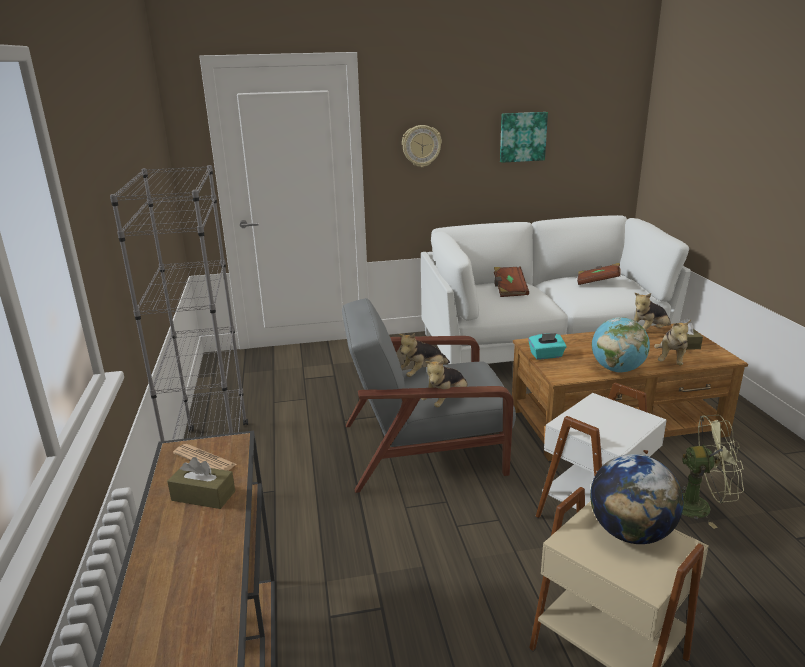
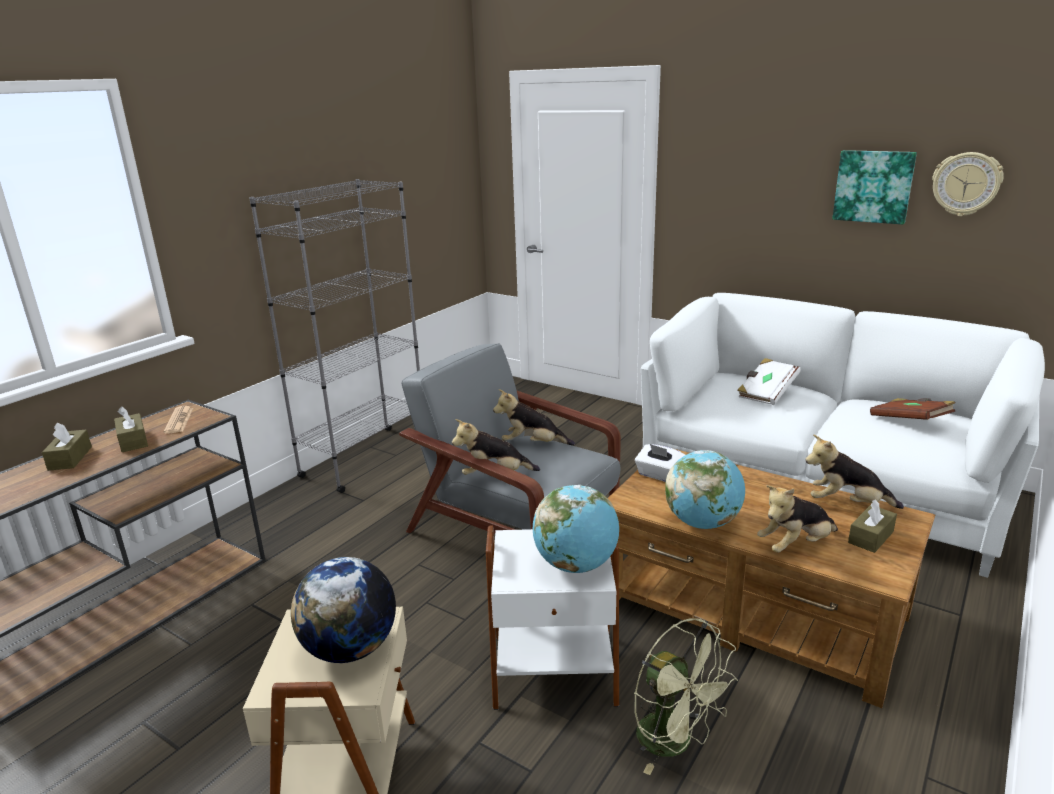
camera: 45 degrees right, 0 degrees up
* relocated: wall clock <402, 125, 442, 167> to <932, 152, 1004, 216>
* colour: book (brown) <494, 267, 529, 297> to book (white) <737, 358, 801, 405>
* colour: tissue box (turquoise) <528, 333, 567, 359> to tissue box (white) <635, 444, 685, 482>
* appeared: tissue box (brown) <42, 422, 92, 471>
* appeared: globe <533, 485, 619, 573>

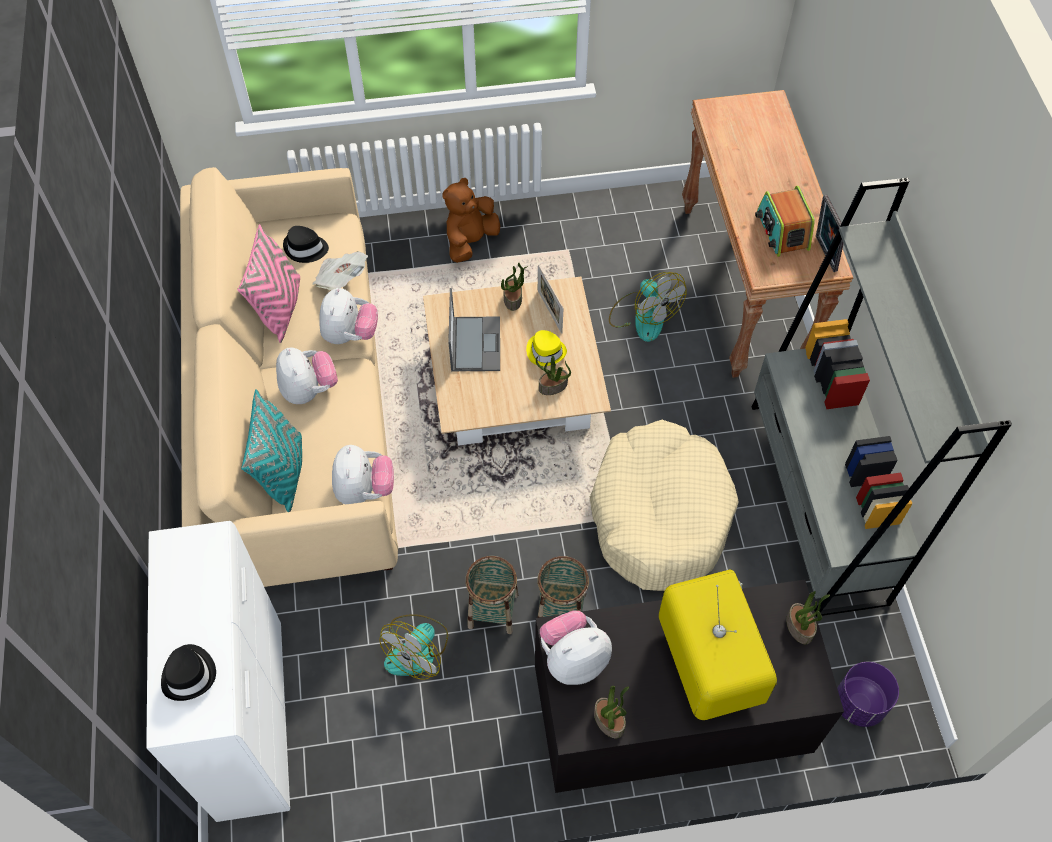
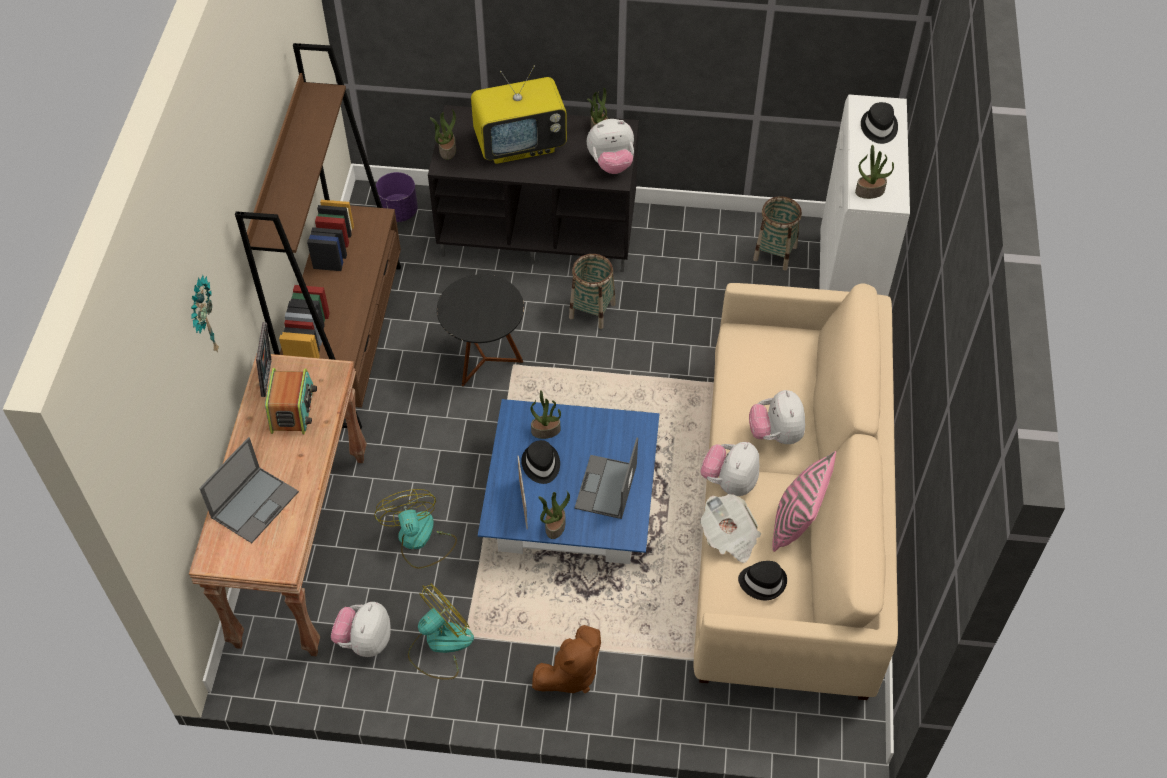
camera: 165 degrees left, 5 degrees down
* missing: pillow (turquoise) <241, 389, 302, 512>
* relocated: plush toy <332, 445, 394, 504> to <331, 602, 391, 657>
* relocated: fan <380, 614, 448, 680> to <408, 584, 474, 680>
* colour: coffee table (beige) <423, 277, 611, 446> to coffee table (blue) <478, 399, 660, 564>
* relocated: basket <466, 556, 518, 634> to <753, 196, 802, 270>
* colour: hat (yellow) <526, 330, 567, 366> to hat (black) <521, 440, 560, 484>
* exchanged: dog bed (beige) <590, 420, 738, 591> to side table (black) <437, 274, 524, 387>
* spun: television <659, 569, 777, 720> = <471, 65, 567, 164> 105 degrees counterclockwise
* colour: bookcase (grey) <751, 178, 1012, 617> to bookcase (brown) <235, 43, 401, 429>
* appeared: wall clock <191, 275, 219, 353>
* appeared: laptop <199, 437, 299, 543>
* appeared: potted plant <855, 145, 894, 199>

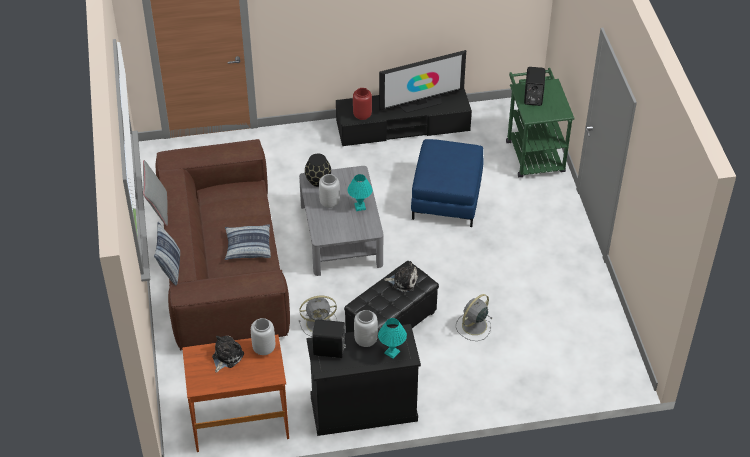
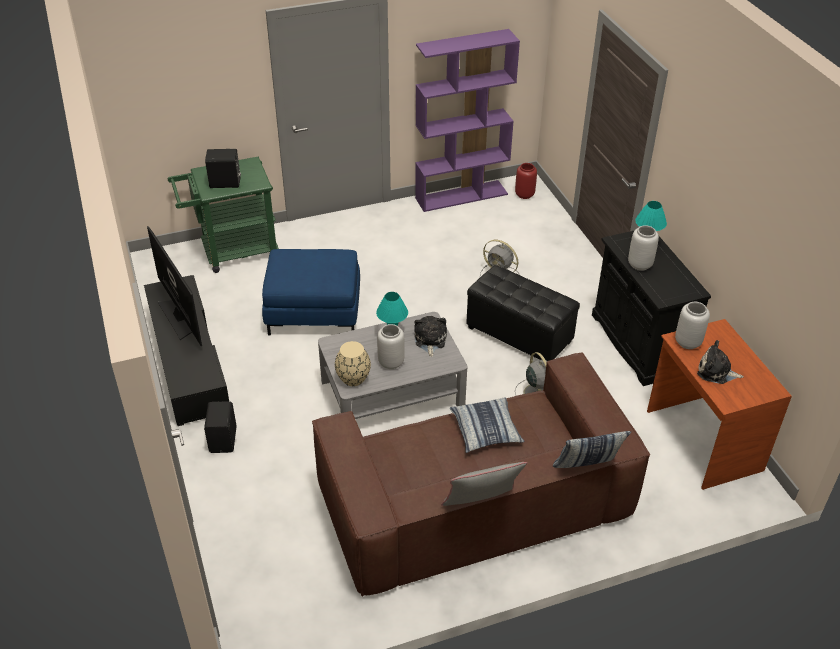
camera: 100 degrees left, 5 degrees down
* colour: vase (black) <305, 154, 331, 187> to vase (beige) <335, 341, 371, 386>
* relocated: speaker (black) <312, 319, 346, 358> to <204, 401, 237, 453>
* relocated: vase (red) <353, 88, 372, 120> to <515, 163, 537, 199>
* relocated: plush toy <384, 261, 418, 292> to <414, 316, 447, 357>
* appeared: bookcase (purple) <415, 29, 520, 212>

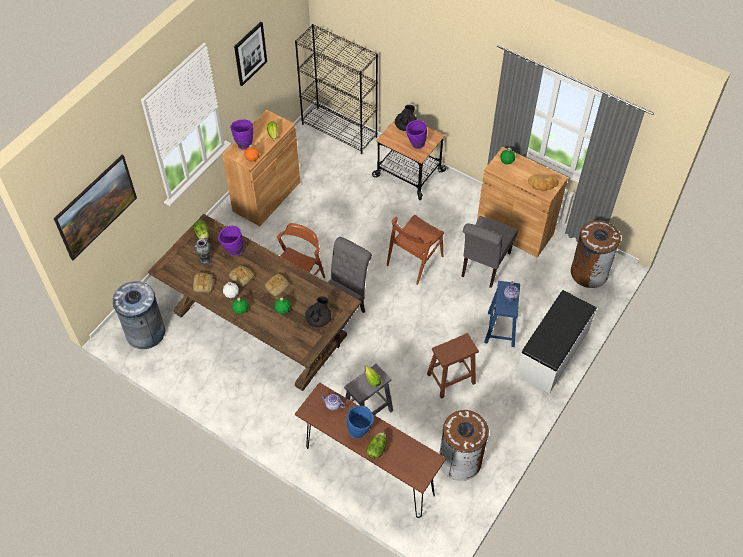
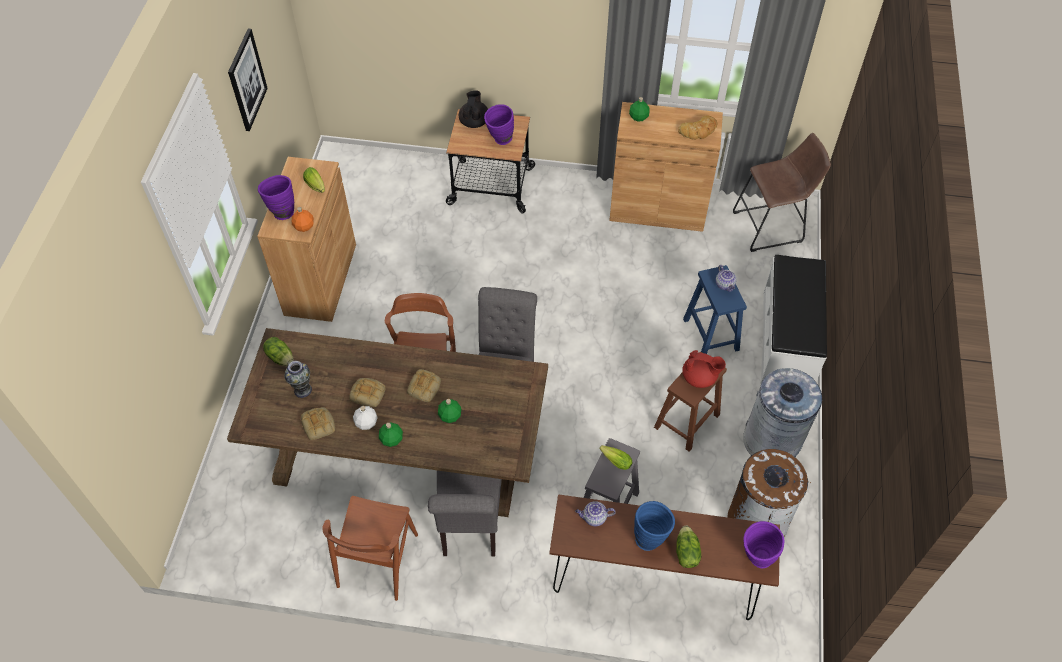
camera: 25 degrees left, 0 degrees up
* missing: picture <54, 155, 137, 260>
* relocated: trash can (grey) <112, 281, 165, 349> to <743, 368, 822, 457>
* relocated: vase (purple) <218, 226, 243, 256> to <744, 521, 784, 568>
* missing: bookcase (black) <295, 24, 378, 154>
* missing: teapot (black) <305, 296, 331, 327>
* relocated: chair (brown) <387, 215, 444, 285> to <322, 496, 418, 601>
* relocated: chair (grey) <461, 216, 518, 288> to <428, 470, 502, 557>
* exchanged: trash can (brown) <571, 220, 621, 288> to stool (brown) <733, 133, 831, 252>
* appeared: teapot (red) <682, 350, 726, 388>

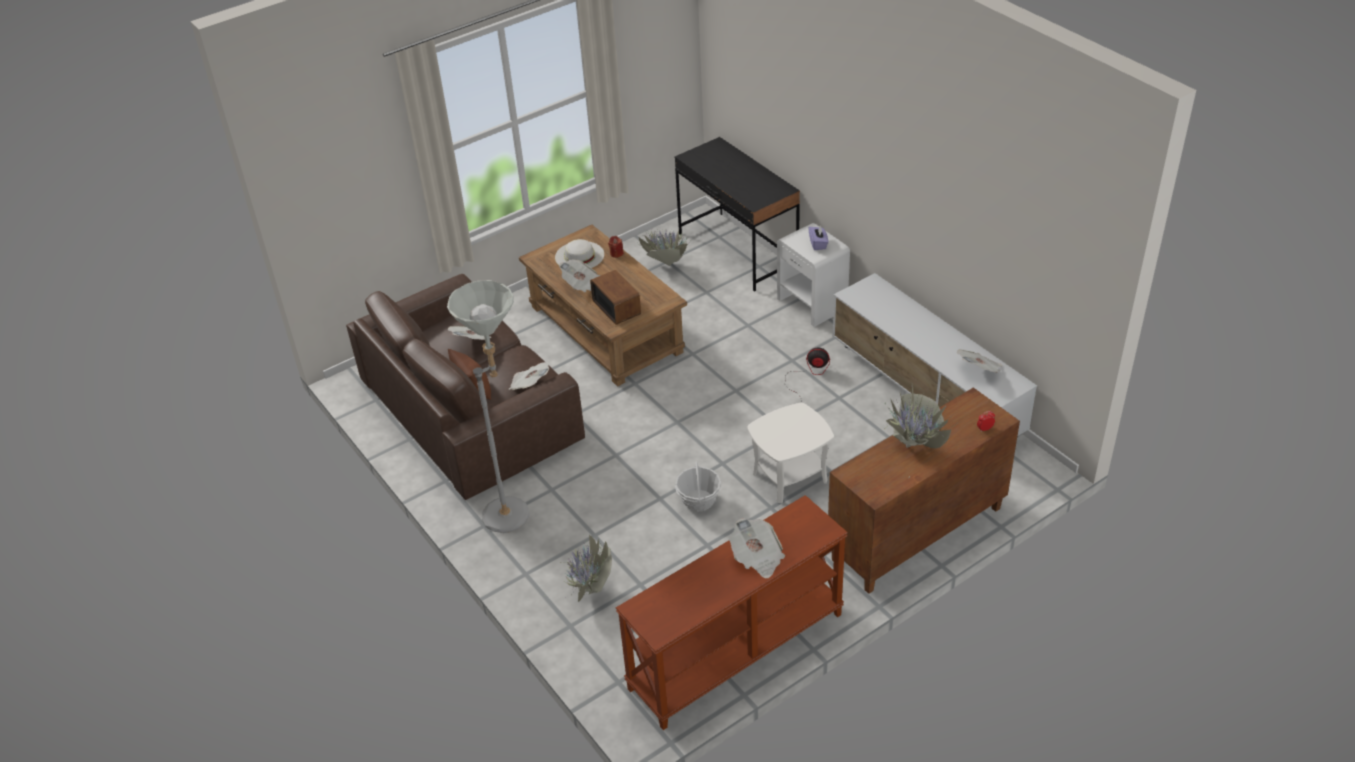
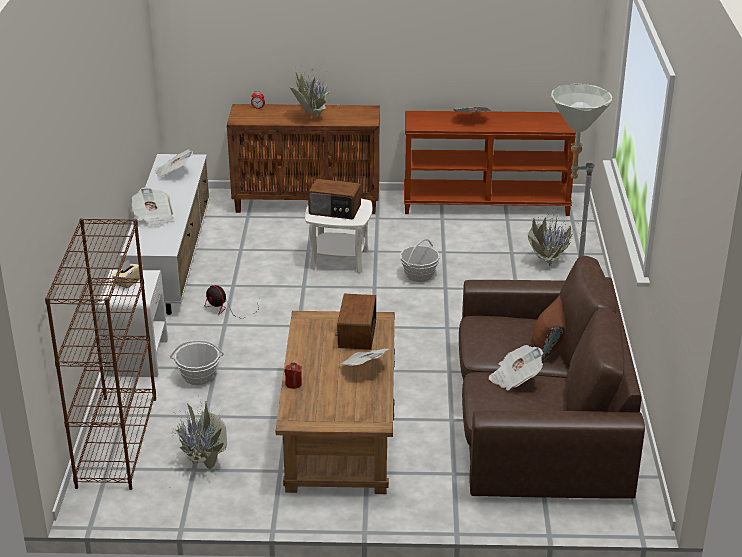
camera: 145 degrees left, 10 degrees down
* relocated: newspaper <508, 362, 550, 390> to <132, 187, 174, 229>
* missing: hat (white) <555, 239, 604, 268>
* exchanged: desk (black) <675, 137, 800, 291> to bookcase (brown) <45, 218, 156, 490>
* colour: tissue box (purple) <808, 225, 829, 250> to tissue box (beige) <112, 259, 143, 288>
* appeared: basket <170, 340, 223, 385>
* appeared: radio <308, 179, 361, 219>

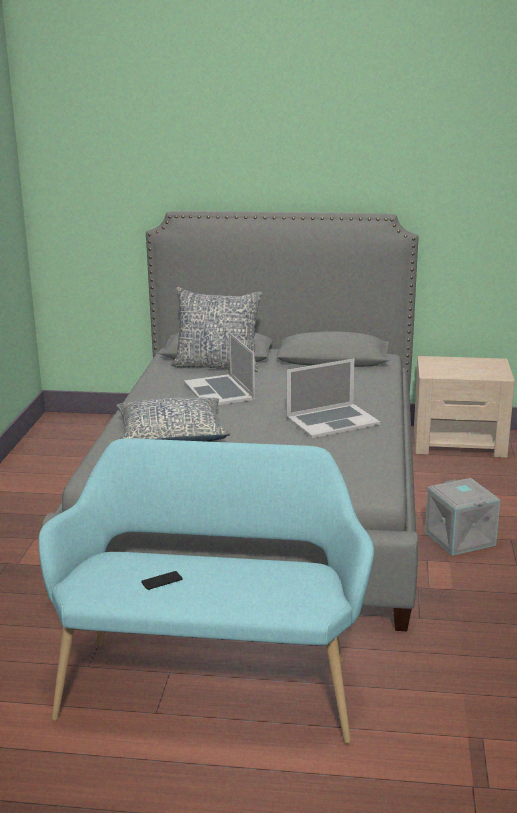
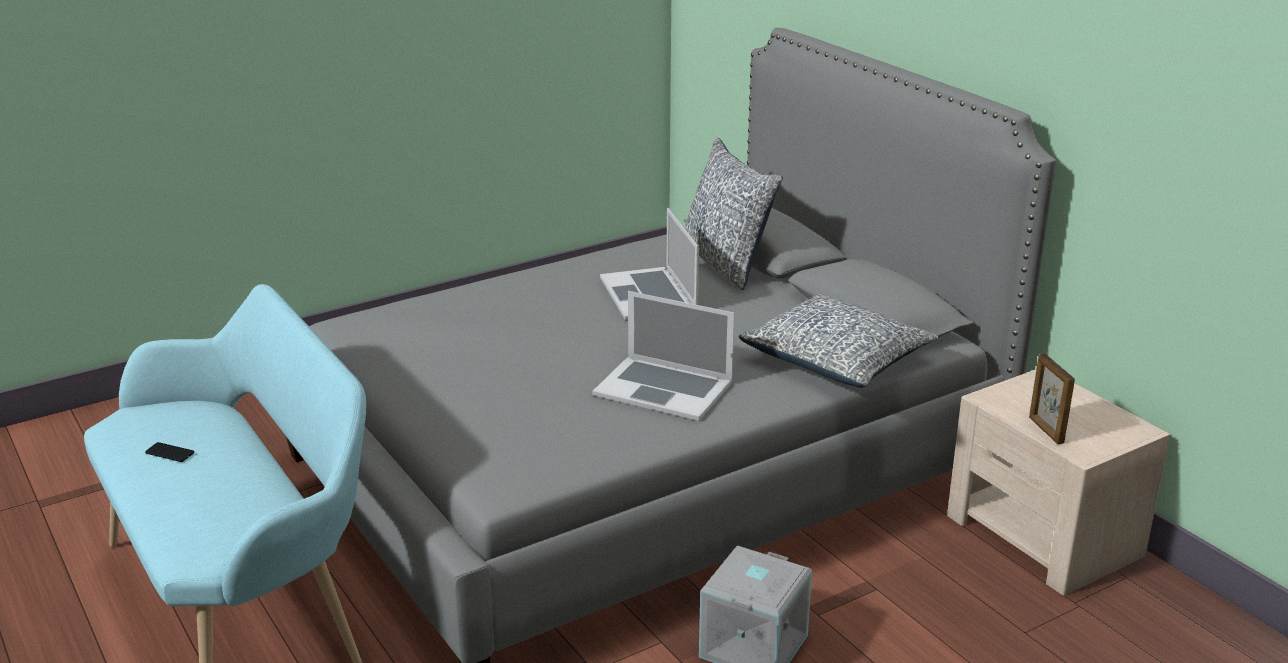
camera: 50 degrees right, 5 degrees up
* relocated: pillow <116, 397, 230, 442> to <739, 293, 939, 388>
* spun: laptop <184, 332, 255, 405> = <600, 208, 699, 320> 45 degrees counterclockwise
* appeared: picture frame <1029, 354, 1075, 444>

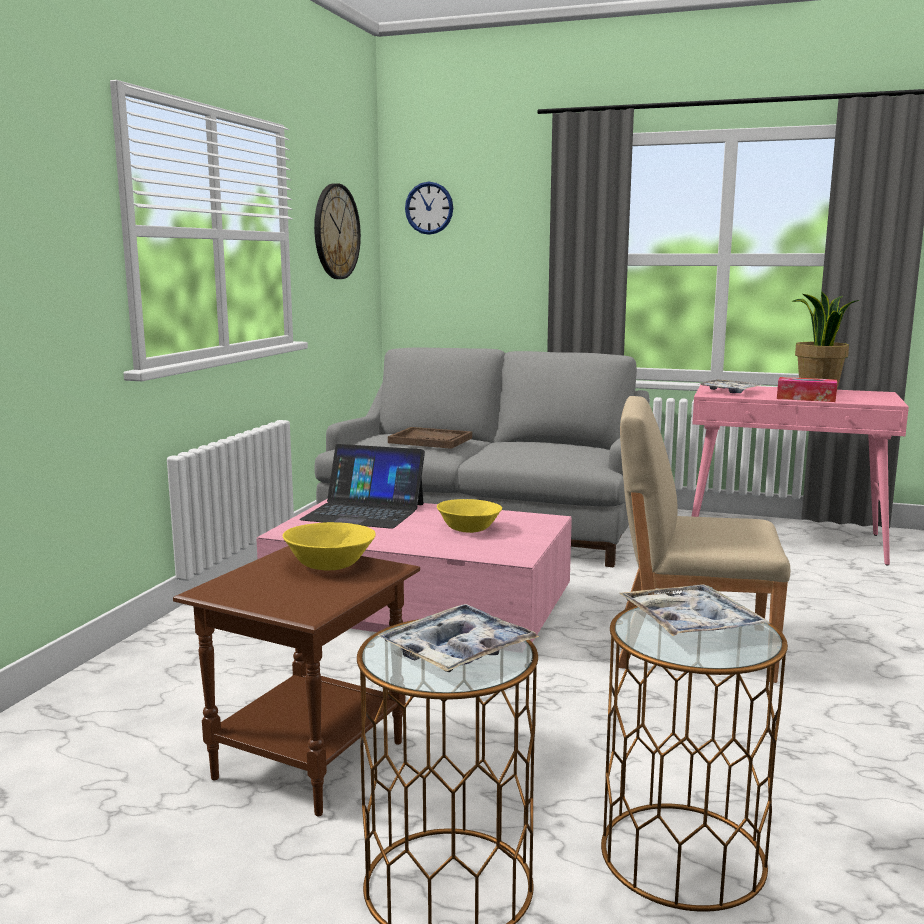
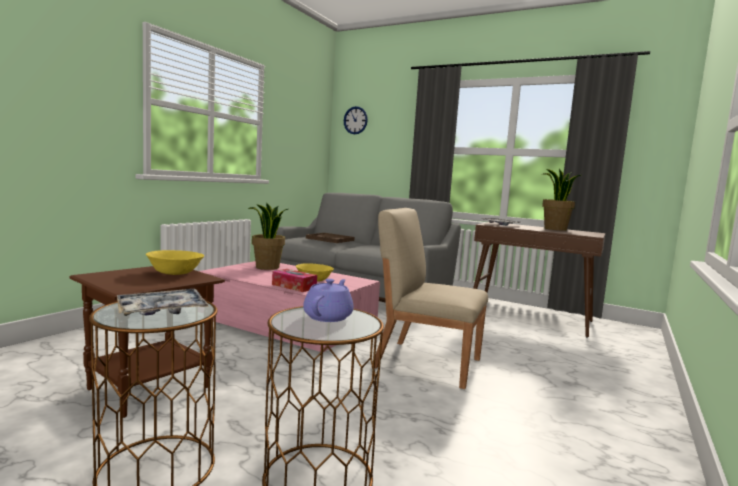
camera: 10 degrees right, 5 degrees down
* exchanged: laptop <300, 444, 425, 529> to potted plant <248, 203, 288, 270>
* missing: wall clock <314, 183, 361, 279>
* exchanged: tray <619, 585, 771, 636> to teapot (purple) <303, 279, 354, 322>
* colour: console table (pink) <691, 384, 909, 566> to console table (brown) <473, 222, 606, 338>
* relocated: tissue box <777, 377, 837, 402> to <272, 269, 317, 292>

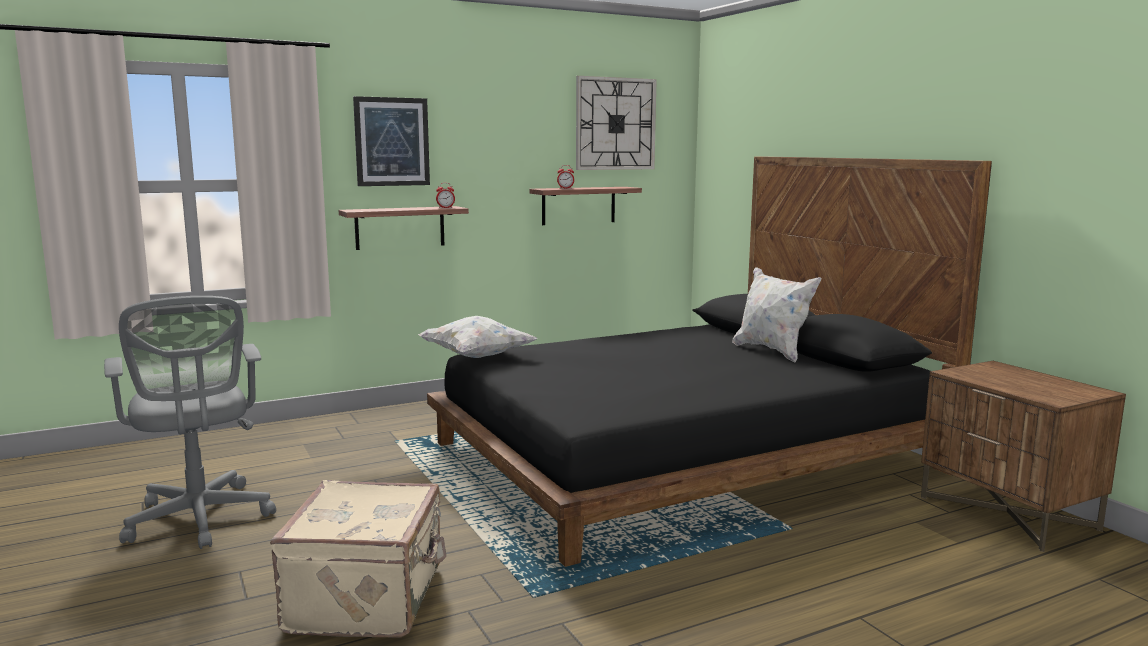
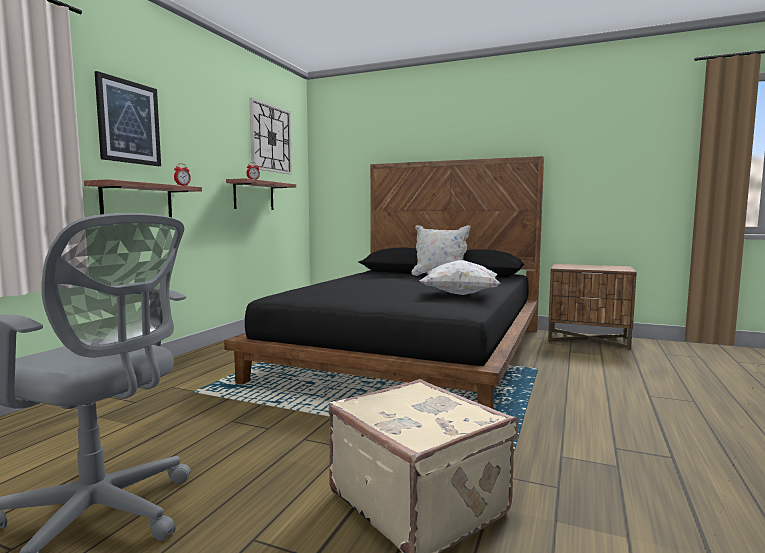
camera: 40 degrees left, 5 degrees down
* relocated: pillow (white) <418, 316, 537, 358> to <419, 260, 500, 295>

